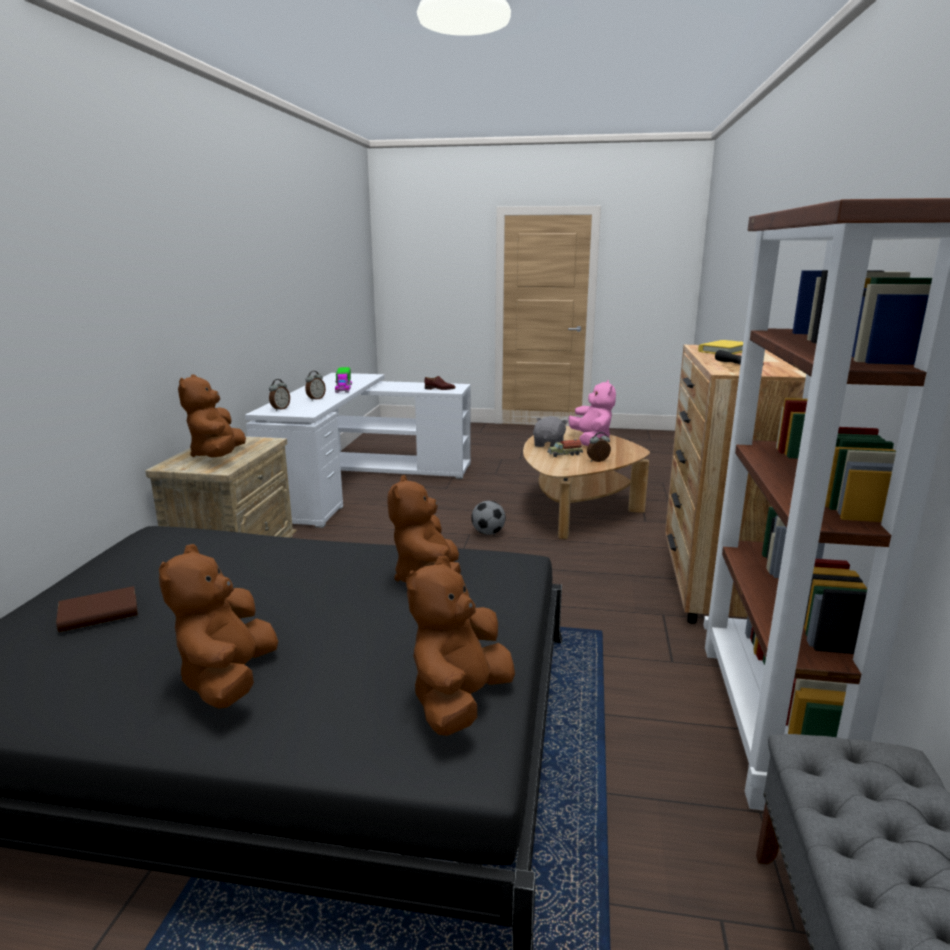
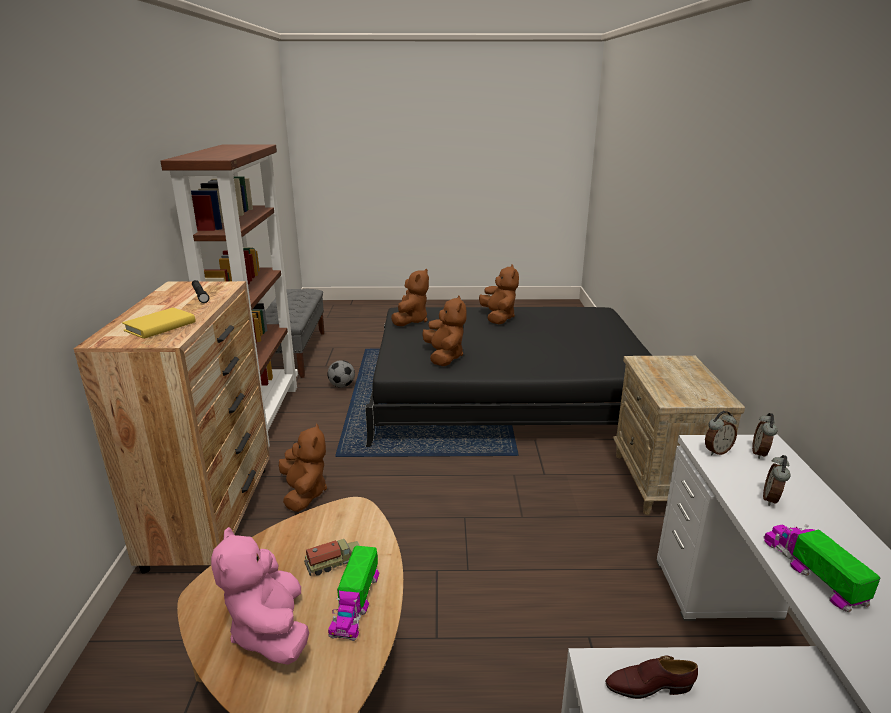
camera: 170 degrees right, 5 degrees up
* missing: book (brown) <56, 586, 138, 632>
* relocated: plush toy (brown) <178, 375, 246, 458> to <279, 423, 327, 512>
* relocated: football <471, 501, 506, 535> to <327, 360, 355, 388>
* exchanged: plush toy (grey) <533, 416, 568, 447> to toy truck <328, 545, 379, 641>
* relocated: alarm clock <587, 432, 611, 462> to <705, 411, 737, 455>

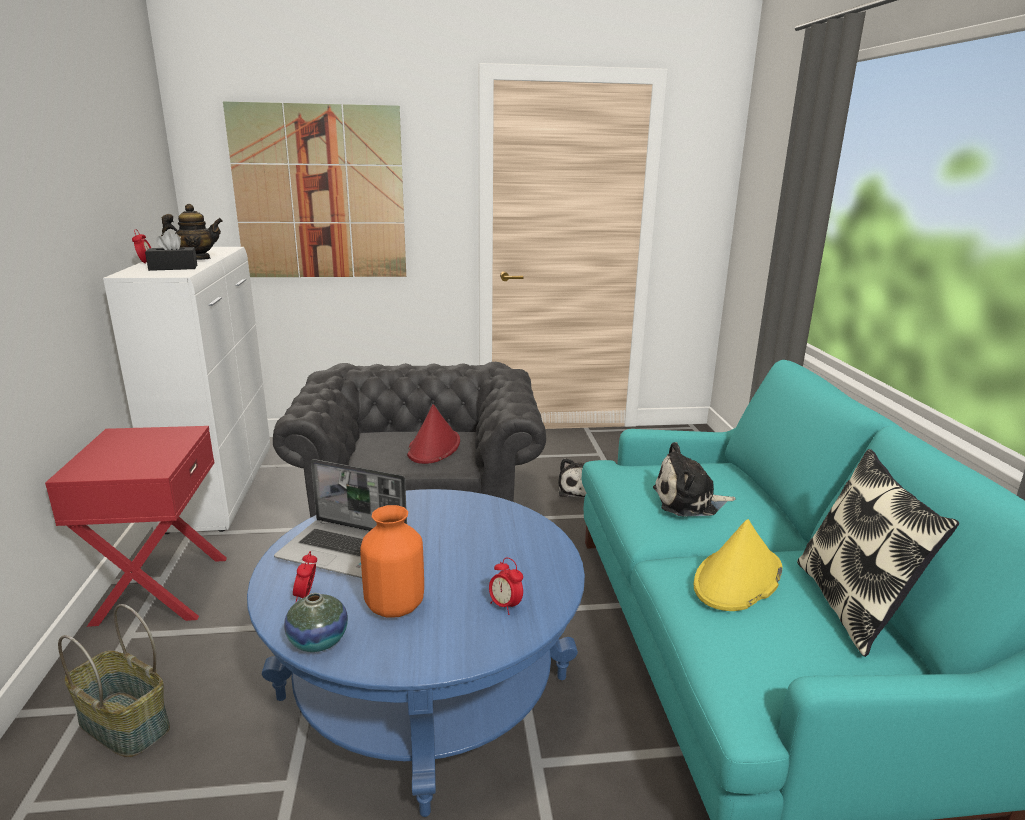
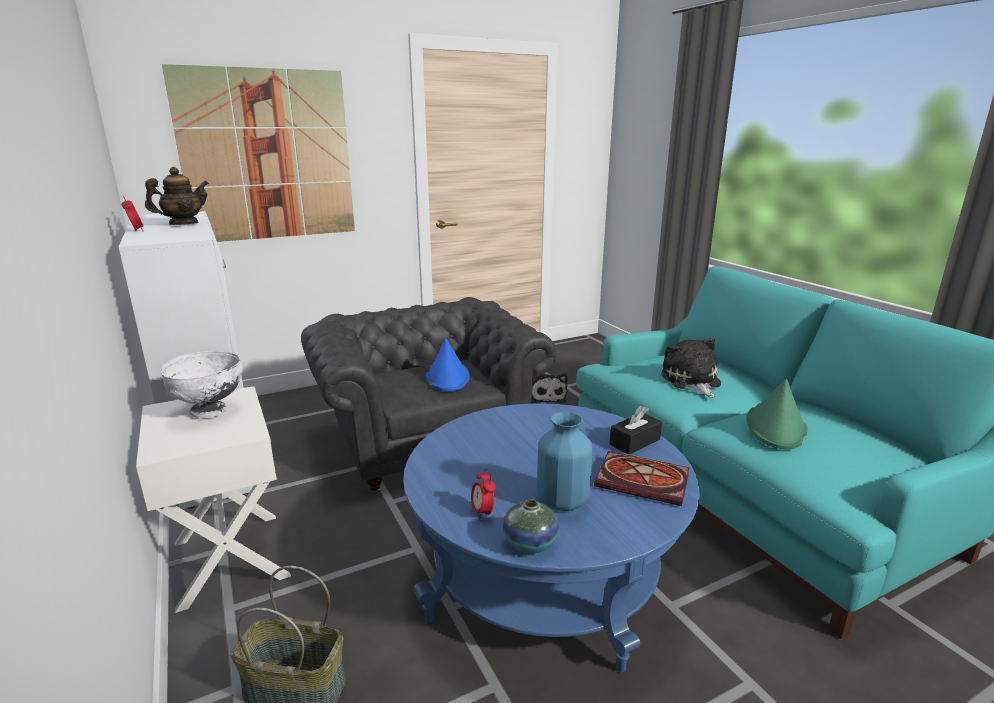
camera: 20 degrees left, 0 degrees up
* colour: nightstand (red) <45, 426, 227, 627> to nightstand (white) <136, 386, 291, 613>
* relocated: tissue box (black) <145, 231, 197, 271> to <610, 406, 662, 454>
* missing: laptop <274, 459, 407, 578>
* colour: vase (orange) <360, 505, 424, 618> to vase (blue) <537, 412, 592, 511>
* colour: hat (red) <407, 404, 460, 464> to hat (blue) <426, 338, 470, 391>
* exchanged: alarm clock <489, 558, 523, 615> to book <594, 451, 690, 506>
* spun: plush toy <653, 442, 736, 516> = <661, 338, 721, 398> 105 degrees clockwise
* colour: hat (yellow) <694, 519, 783, 611> to hat (green) <746, 379, 808, 449>
* missing: pillow <797, 449, 959, 657>
* appeared: bowl (white) <161, 351, 243, 418>

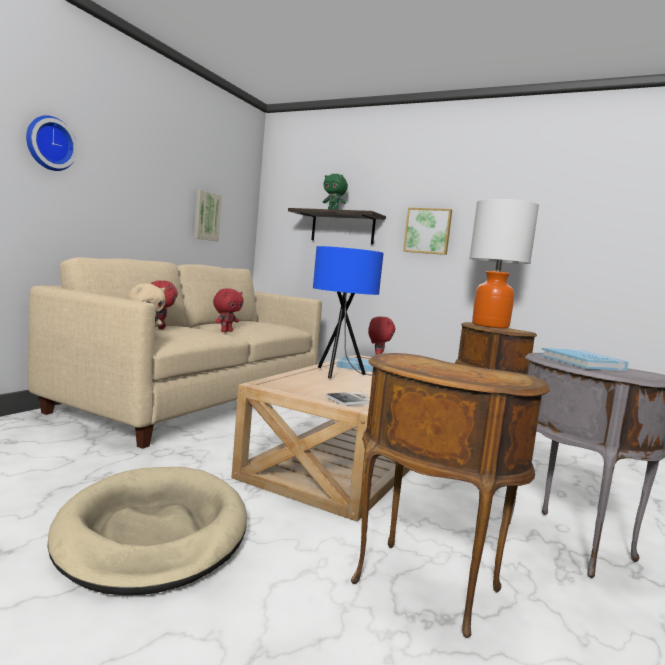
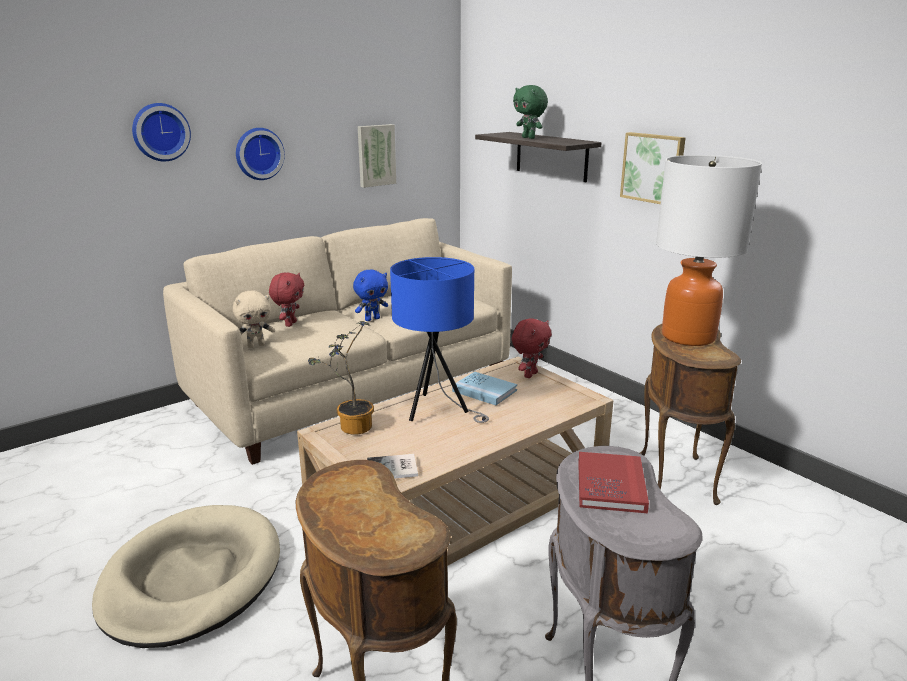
camera: 25 degrees right, 15 degrees up
* colour: plush toy (red) <213, 288, 244, 332> to plush toy (blue) <353, 270, 388, 321>
* colour: book (blue) <541, 348, 629, 371> to book (red) <578, 452, 649, 513>
* appeared: wall clock <236, 128, 285, 180>
* appeared: potted plant <308, 321, 374, 435>

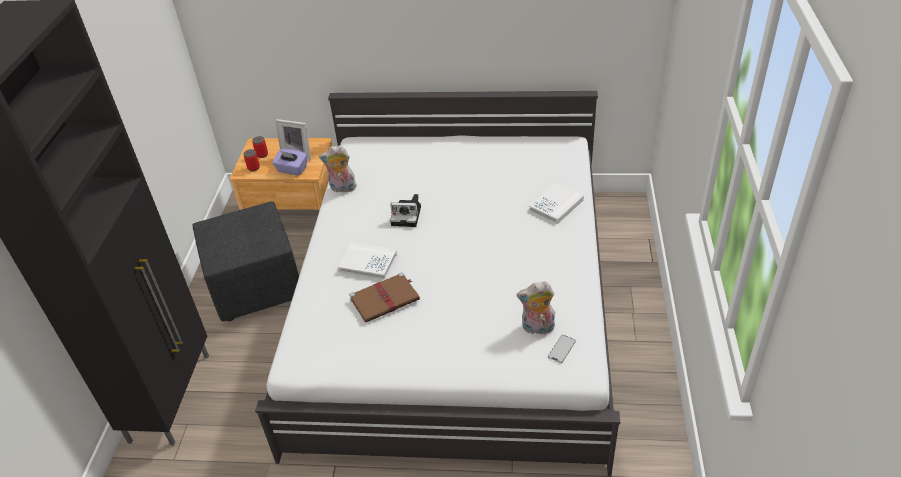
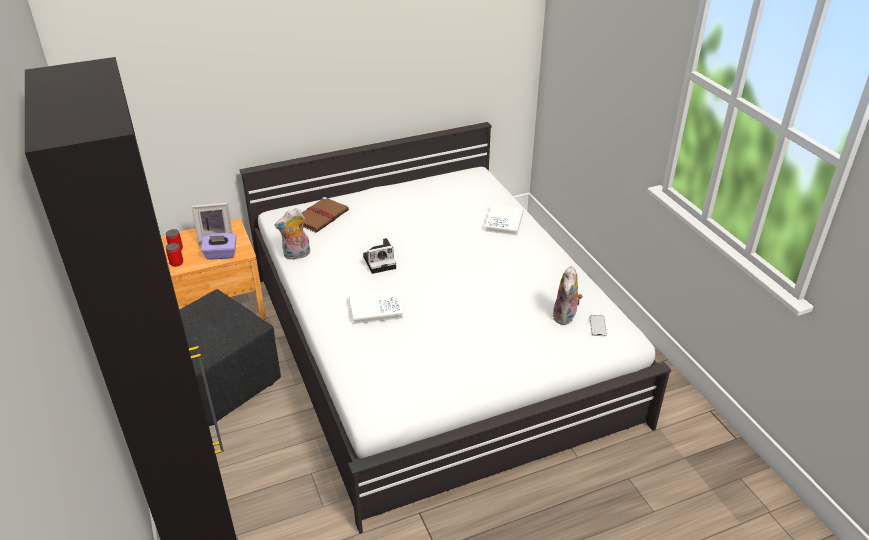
camera: 30 degrees left, 5 degrees down
* relocated: book (brown) <349, 272, 420, 323> to <302, 197, 349, 232>
* spun: plush toy <516, 282, 555, 334> = <553, 266, 583, 325> 45 degrees counterclockwise

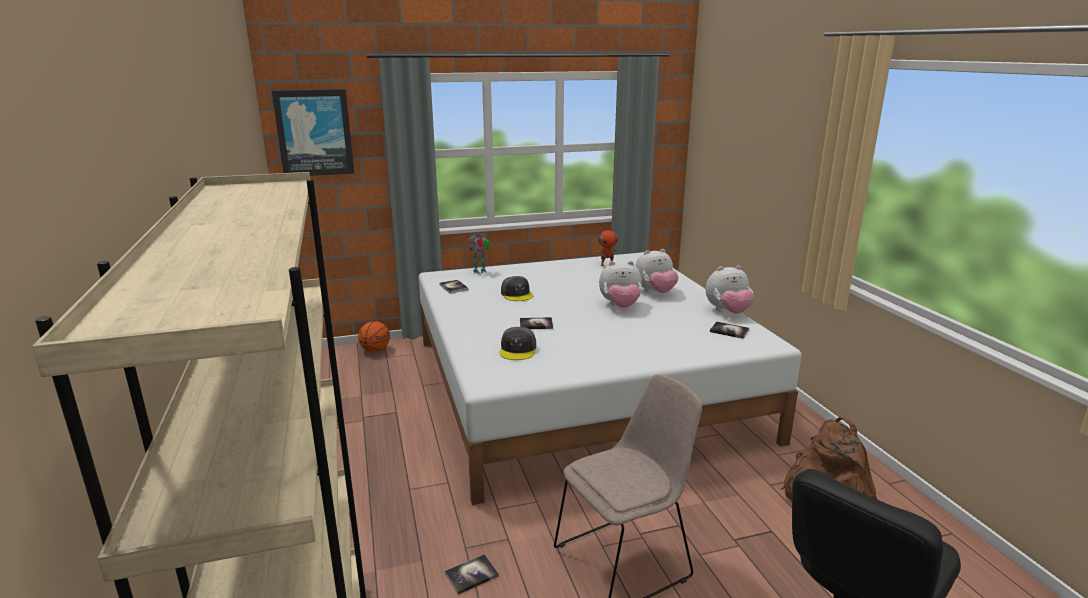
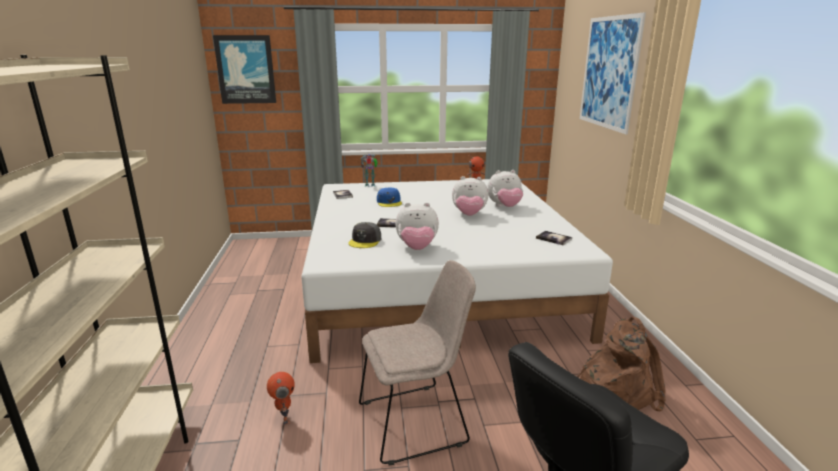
camera: 10 degrees right, 0 degrees up
* missing: basketball <358, 321, 390, 352>
* exchanged: book <445, 554, 499, 595> to toy robot <267, 372, 295, 424>
* colour: cap (grey) <501, 276, 533, 301> to cap (blue) <377, 188, 402, 207>
* relocated: plush toy <705, 265, 754, 314> to <395, 202, 439, 250>
* appeared: picture <580, 13, 646, 134>

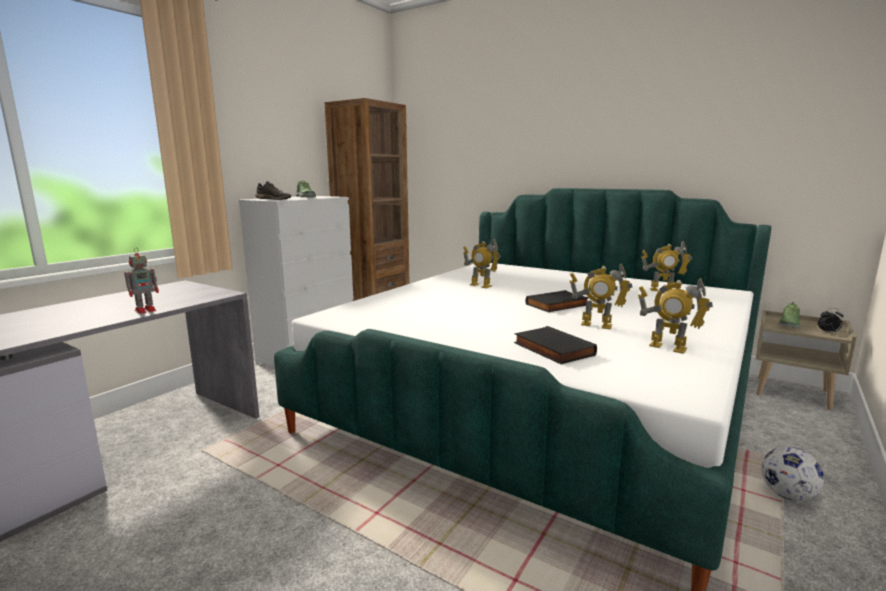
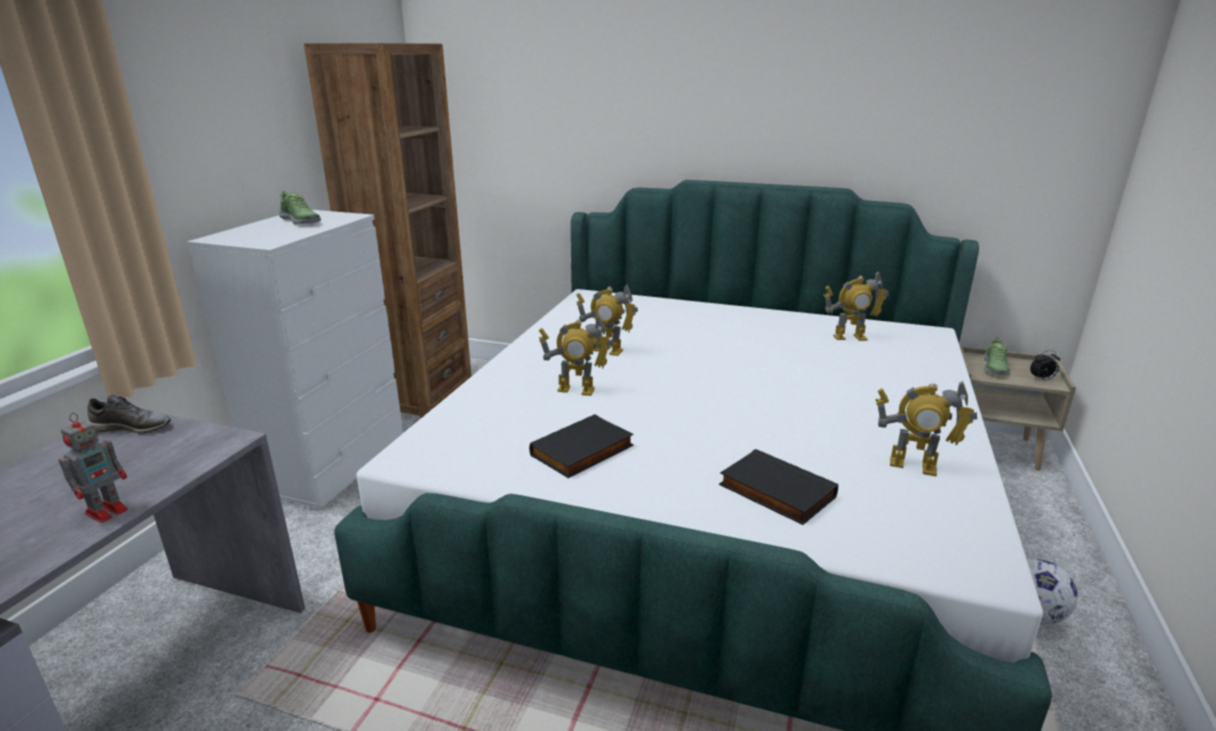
camera: 15 degrees left, 10 degrees up
* relocated: shoe (grey) <255, 181, 291, 200> to <87, 395, 171, 434>
* relocated: book (black) <526, 290, 588, 312> to <529, 414, 634, 478>
* relocated: toy robot <569, 263, 632, 330> to <539, 315, 613, 396>

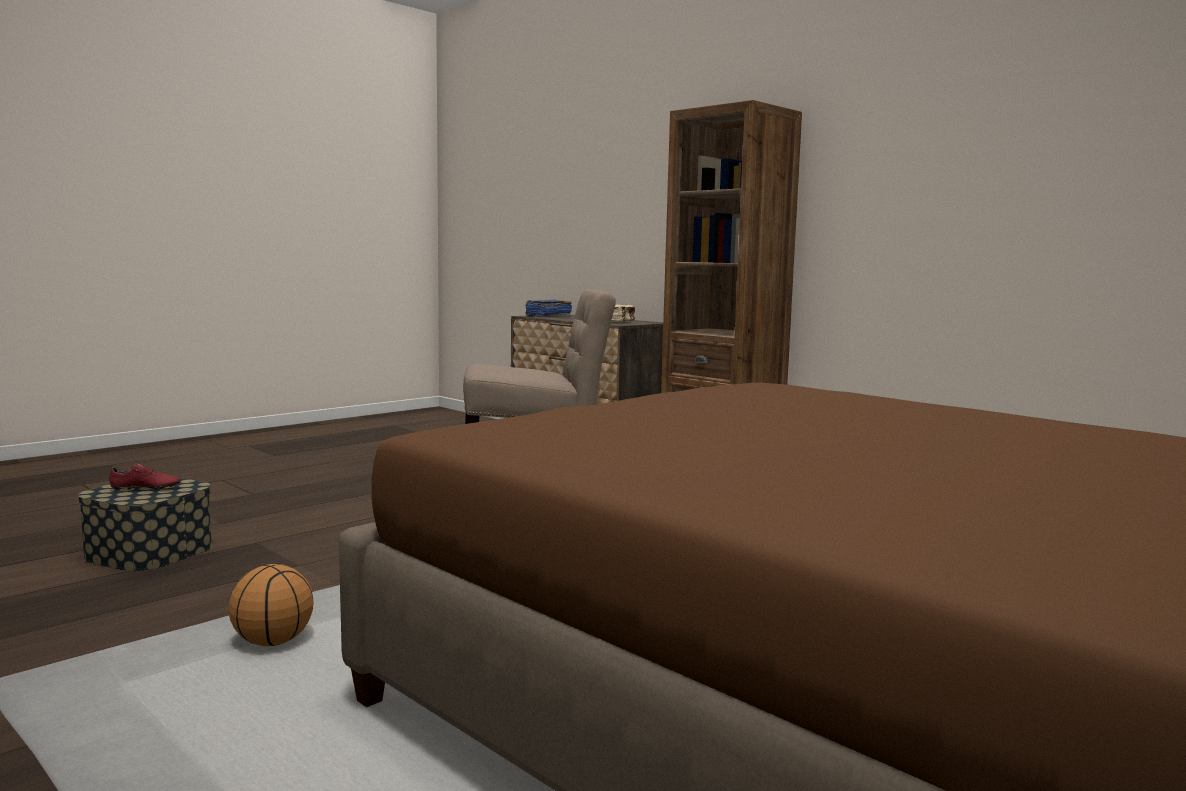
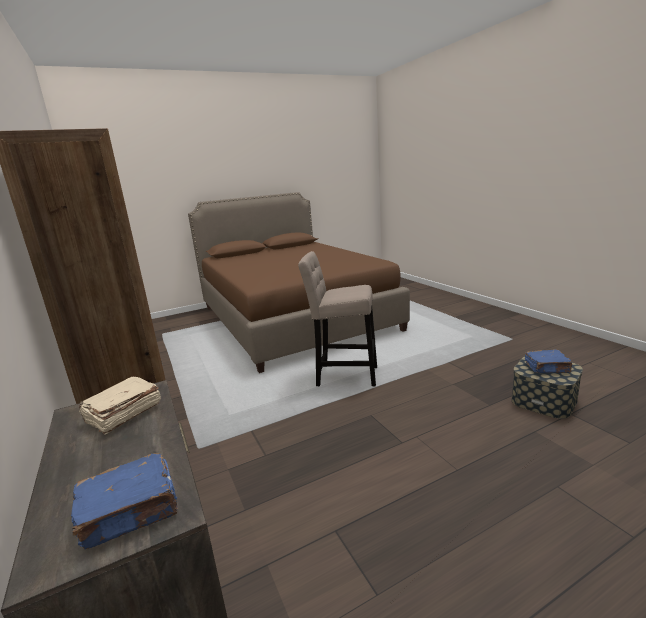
camera: 160 degrees left, 10 degrees up
* exchanged: shoe (red) <109, 463, 181, 491> to book (blue) <525, 349, 572, 373>
* missing: basketball <228, 564, 314, 646>

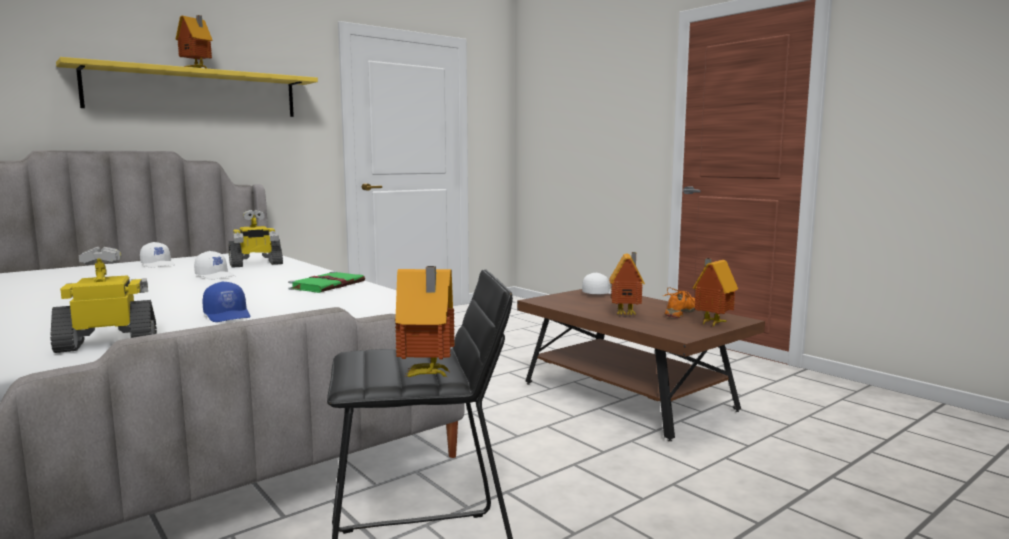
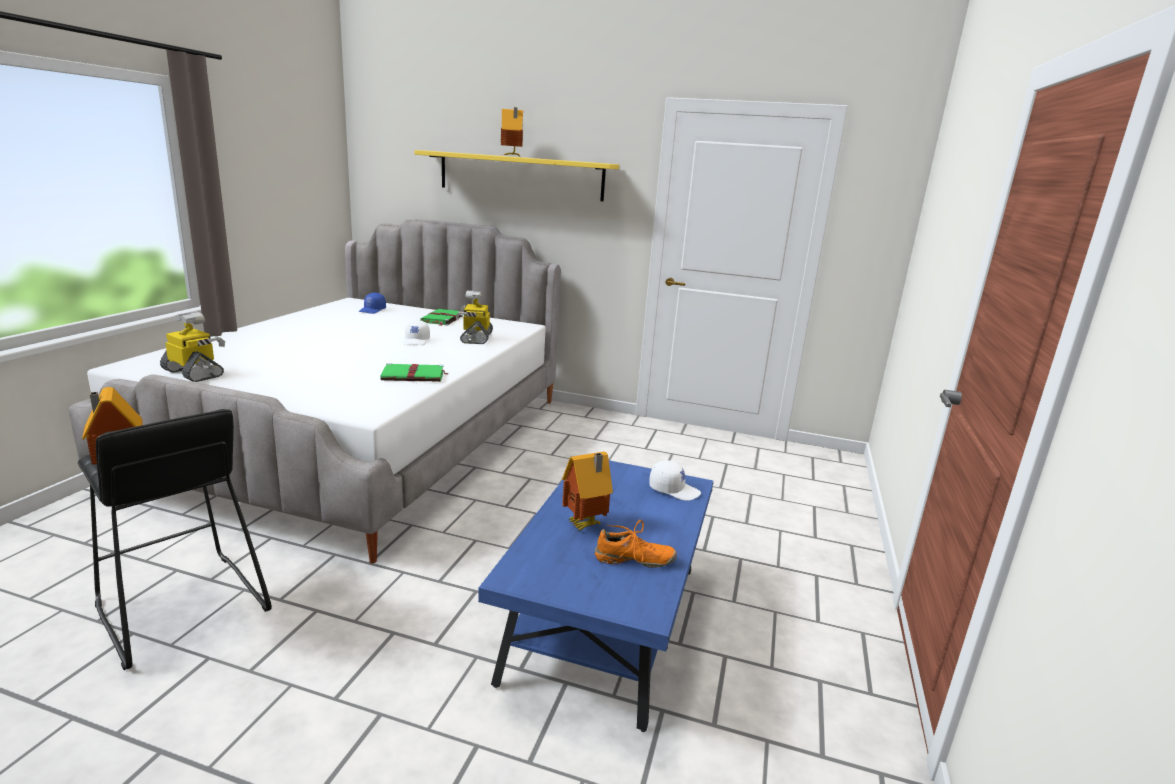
camera: 55 degrees right, 10 degrees up
* exchanged: cap (white) <140, 242, 175, 268> to book (green) <420, 309, 463, 326>
* relocated: cap (blue) <202, 281, 250, 322> to <358, 292, 386, 314>
* spun: toy robot <229, 210, 283, 268> = <455, 291, 493, 344> 60 degrees clockwise
* colour: coffee table (brown) <517, 289, 765, 441> to coffee table (blue) <478, 460, 713, 732>
* missing: toy house <693, 258, 738, 326>

